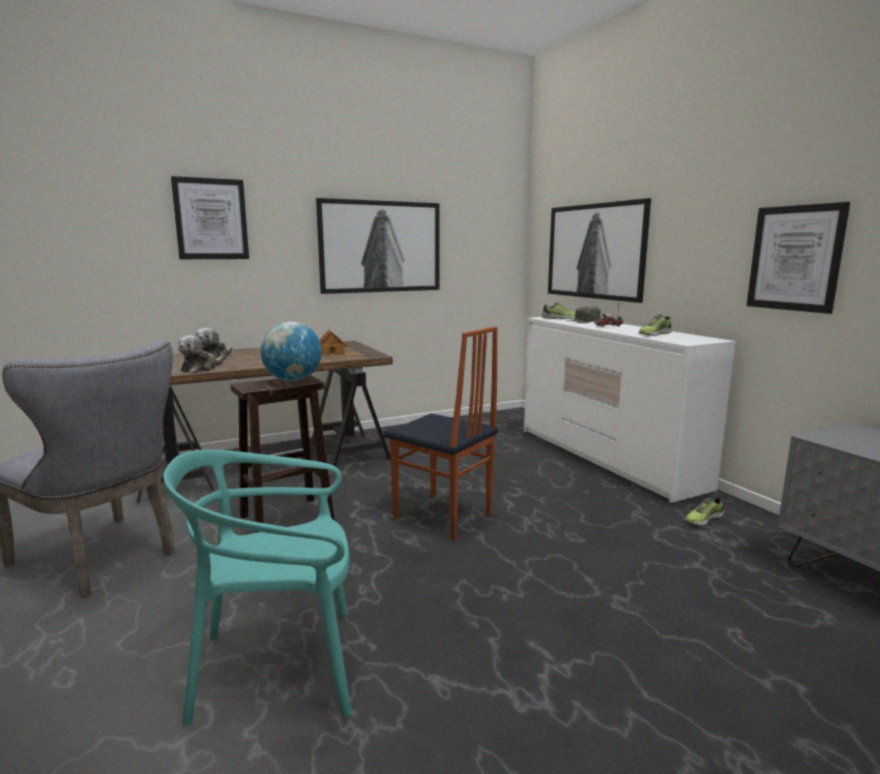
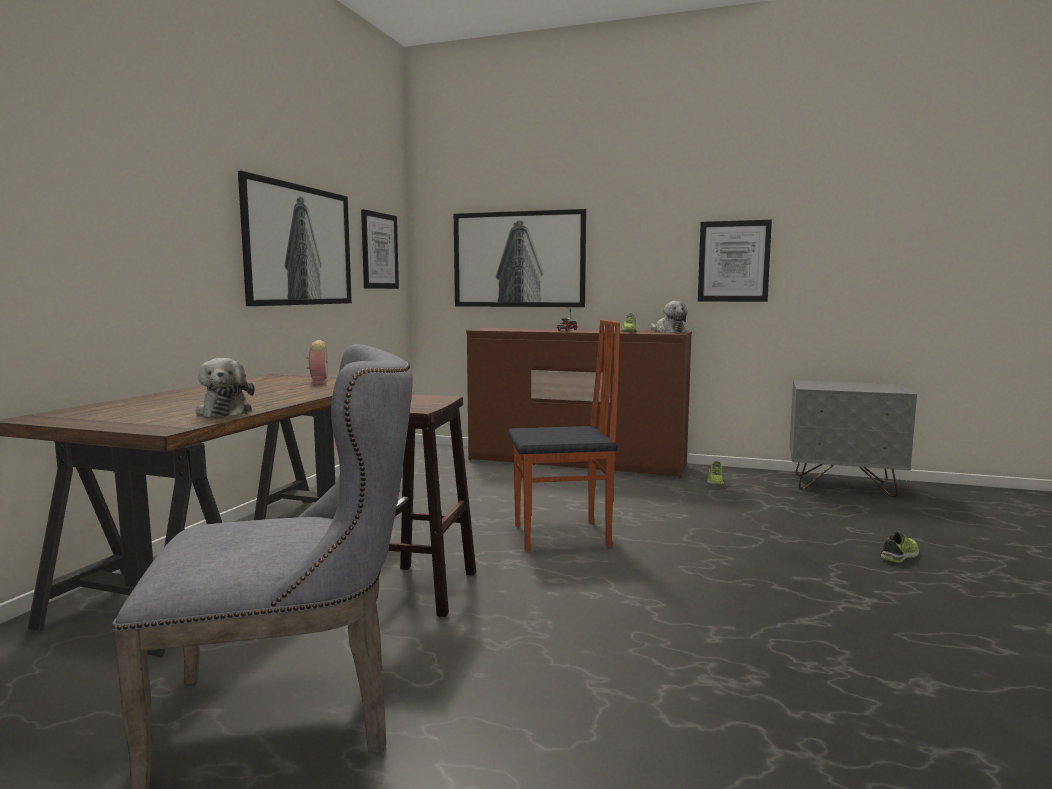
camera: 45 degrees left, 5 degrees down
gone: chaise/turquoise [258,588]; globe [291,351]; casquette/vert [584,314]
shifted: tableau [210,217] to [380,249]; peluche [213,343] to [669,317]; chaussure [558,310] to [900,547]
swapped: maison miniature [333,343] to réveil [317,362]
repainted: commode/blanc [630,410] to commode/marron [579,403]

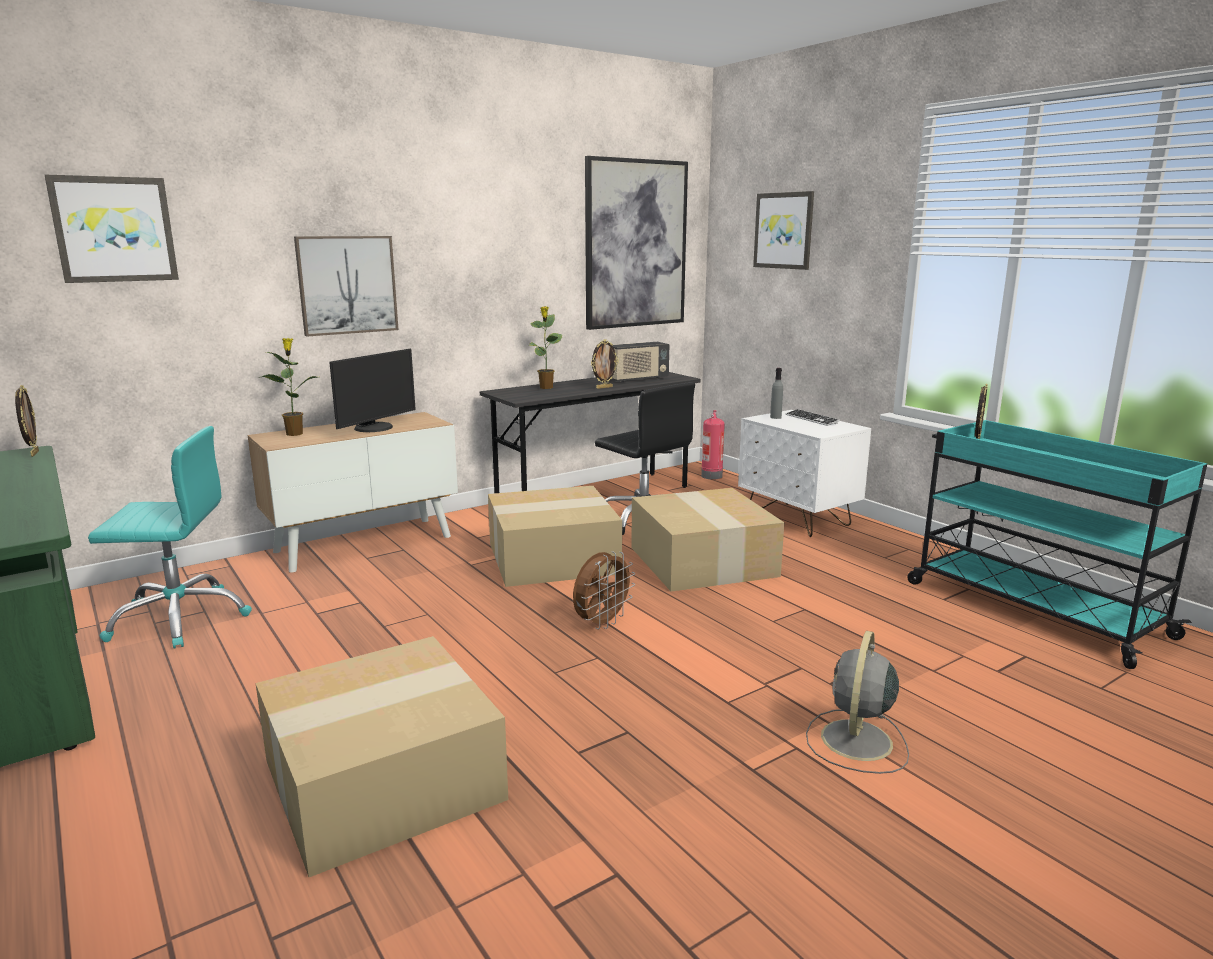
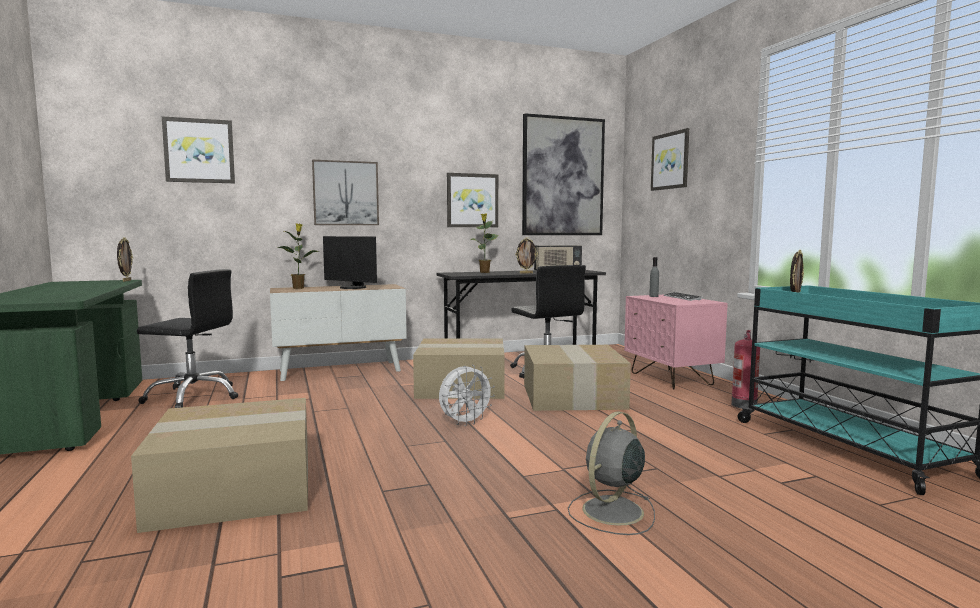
camera: 15 degrees right, 10 degrees down
new: tableau [472,200]
shifted: extincteur [713,444] to [745,369]
repainted: chaise de bureau/turquoise [170,537] to chaise de bureau/noir [187,338]; ventilateur/marron [604,590] to ventilateur/blanc [467,395]; table de chevet/blanc [804,473] to table de chevet/rose [676,341]
rotated: écran d'ordinateur [372,390] = [350,262] 75 degrees clockwise

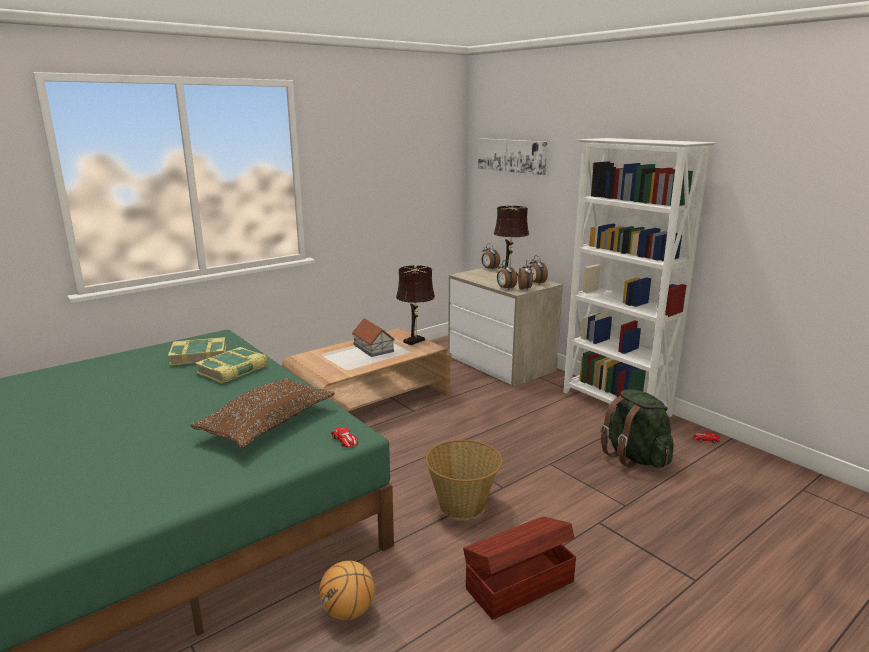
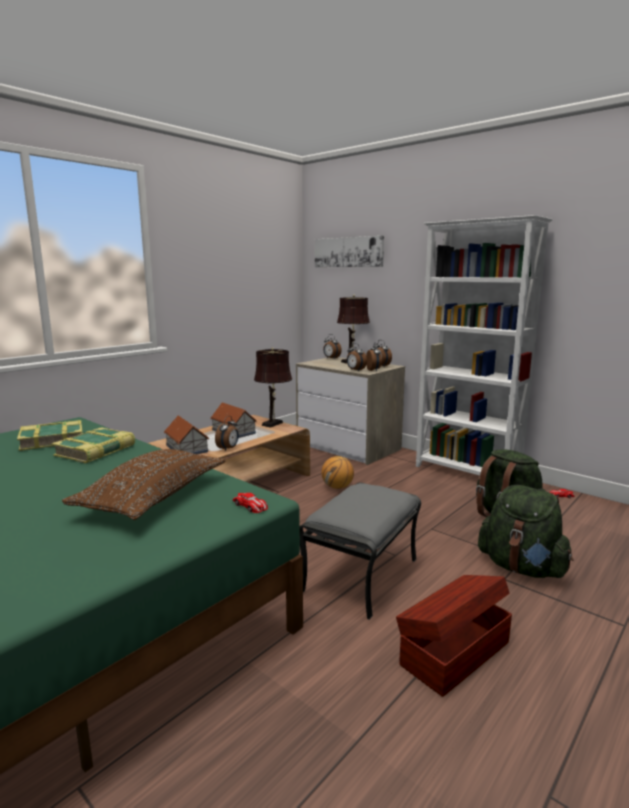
camera: 10 degrees left, 5 degrees down
new: maison miniature [186,434]; réveil [227,433]; sac à dos/vert [525,531]
shifted: ballon de basket [347,590] to [338,472]
swapped: panier [464,479] to pouf/gris [360,551]

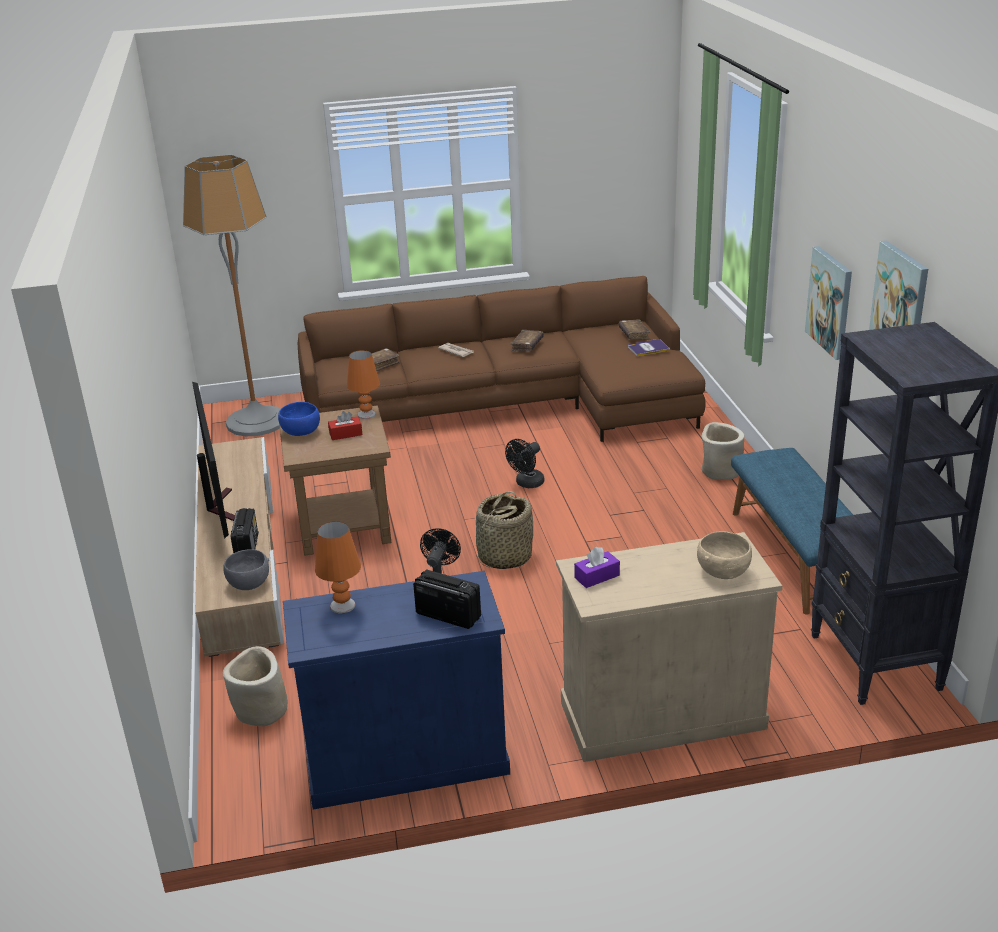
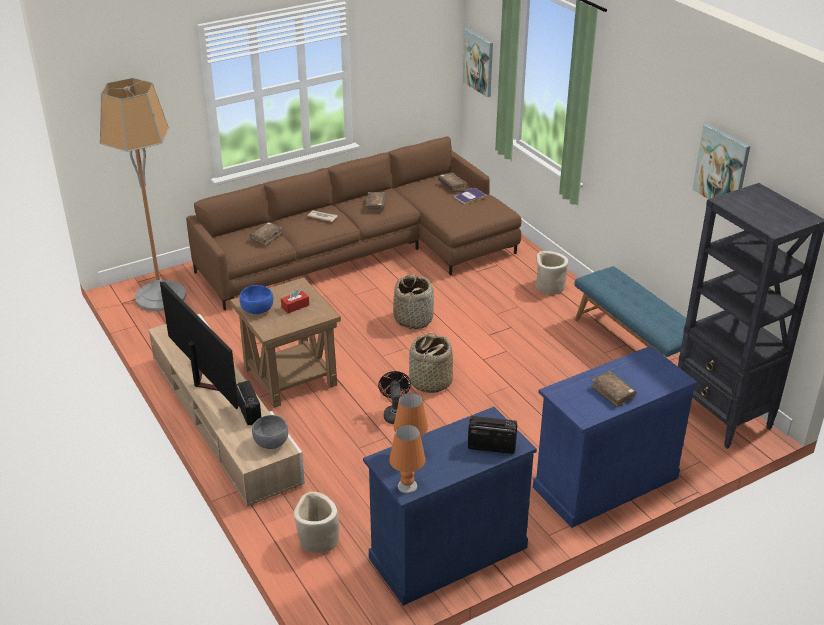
camera: 20 degrees left, 5 degrees up
gone: boîte à mouchoirs/violet [597,567]; bol/beige [724,555]
new: livre/marron [614,389]
shifted: lampe de table/orange [363,384] to [407,459]; tableau [828,303] to [478,63]
swapped: ventilateur/noir [524,463] to panier [413,301]
repainted: meuble de rangement/beige [669,647] to meuble de rangement/bleu [615,437]

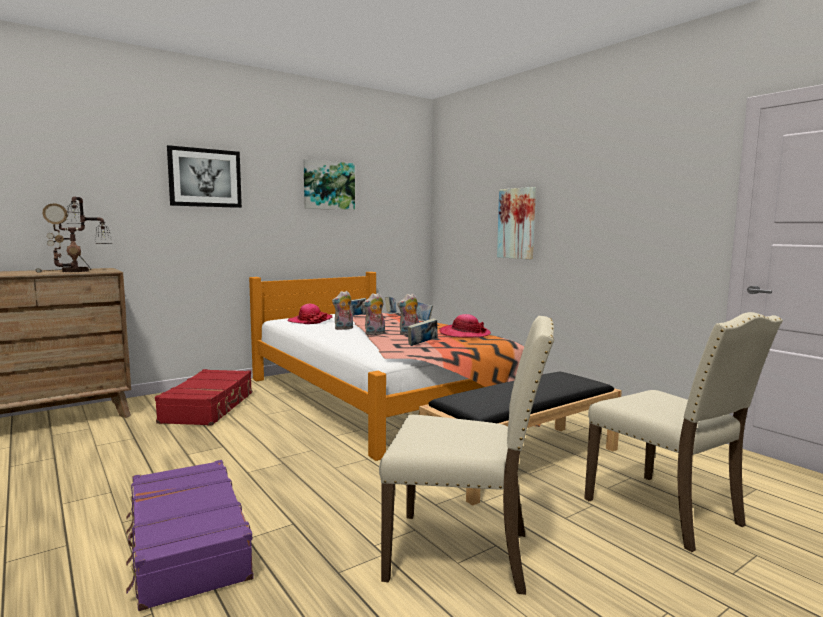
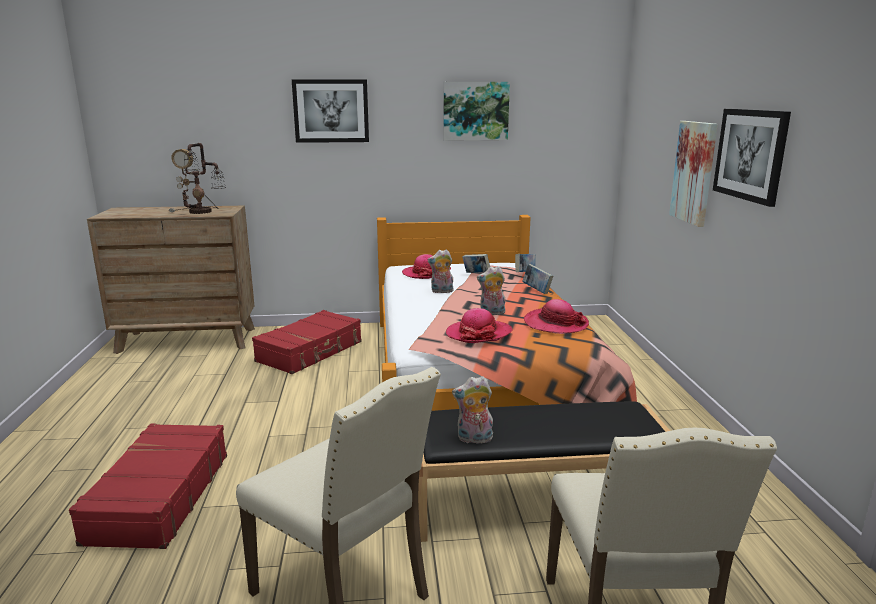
camera: 30 degrees right, 10 degrees up
new: tableau [752,158]
shifted: peluche [373,314] to [472,410]
swapped: livre [422,332] to chapeau [479,325]
repainted: valise/violet [190,535] to valise/rouge [148,486]

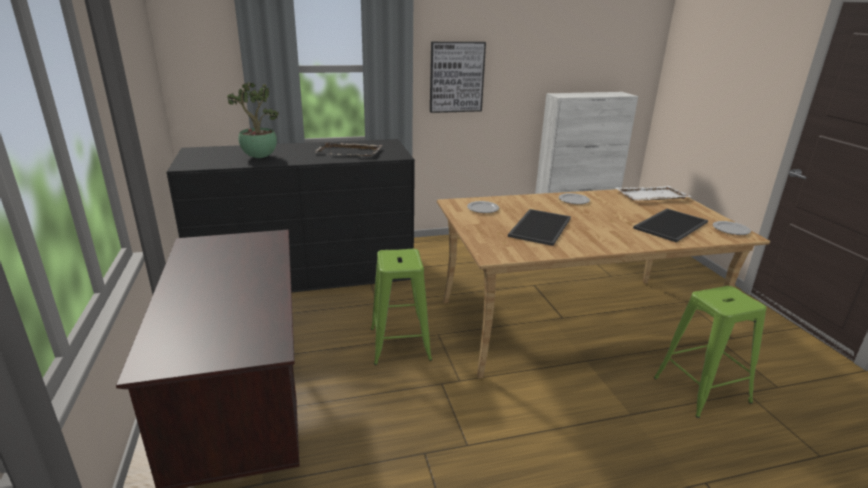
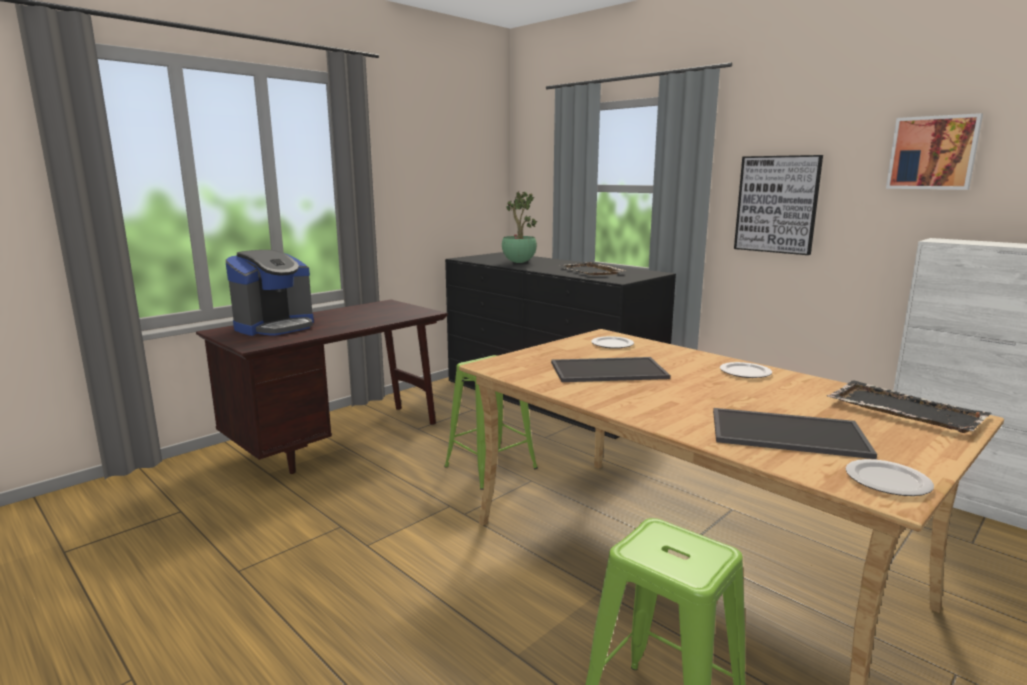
camera: 60 degrees right, 10 degrees down
new: machine à café [270,293]; tableau [934,151]
repainted: plateau/blanc [653,193] to plateau/noir [909,407]

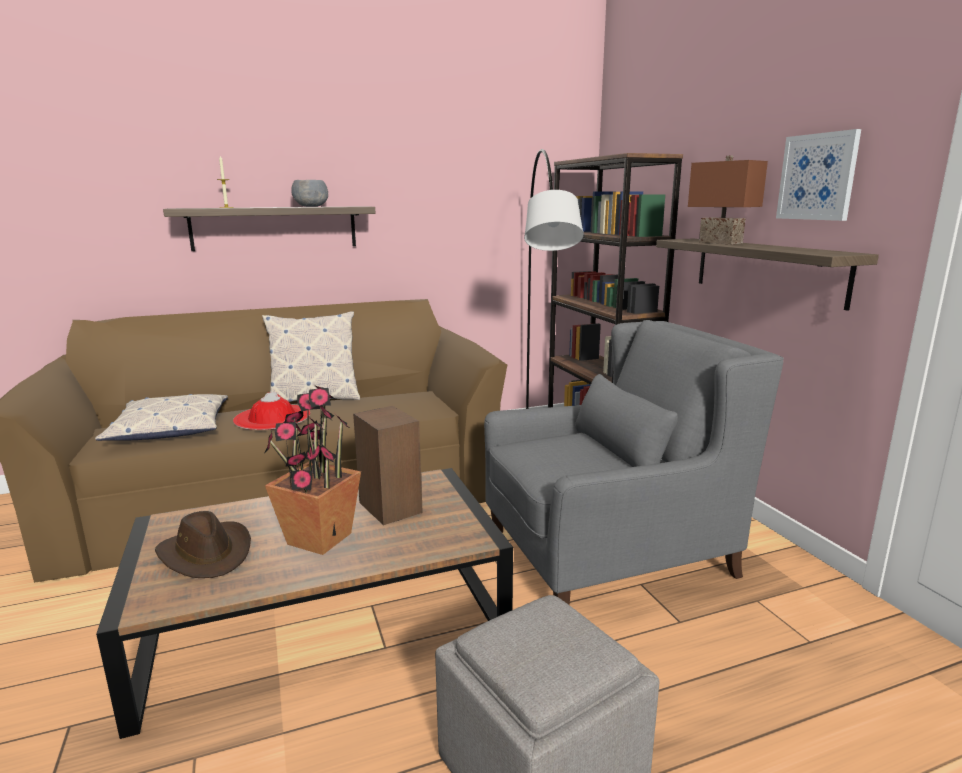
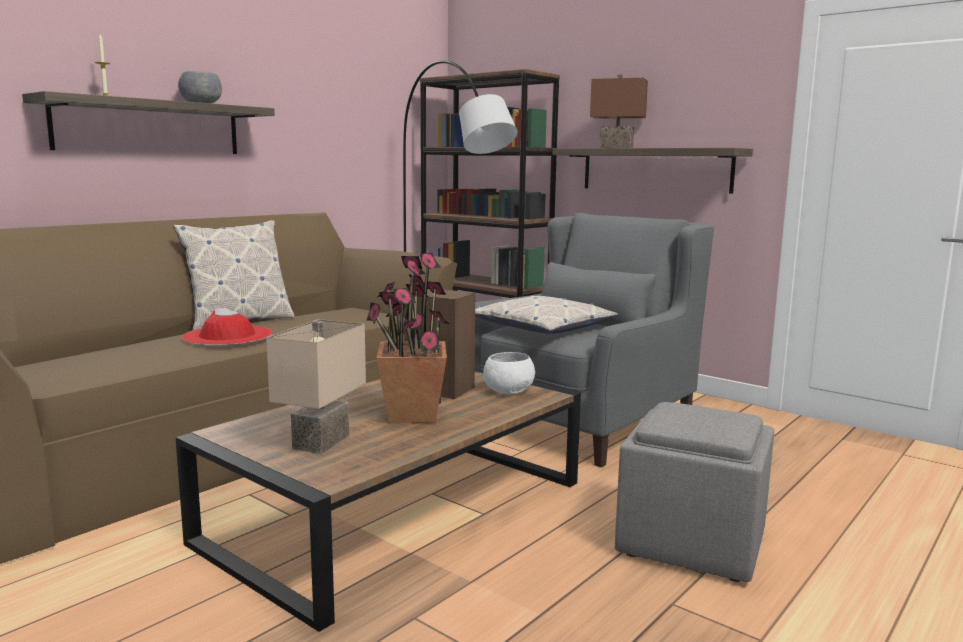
camera: 30 degrees left, 5 degrees down
gone: tableau [818,175]
new: bol/blanc [509,373]
shifted: coussin [161,417] to [546,314]
swapped: chapeau/marron [203,544] to lampe de table/beige [316,386]

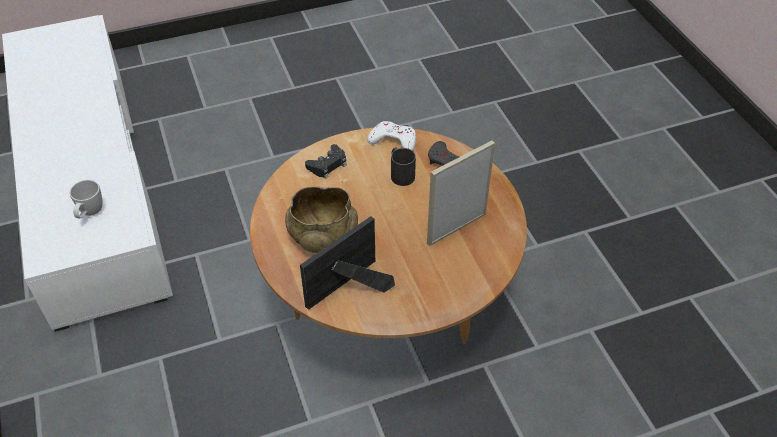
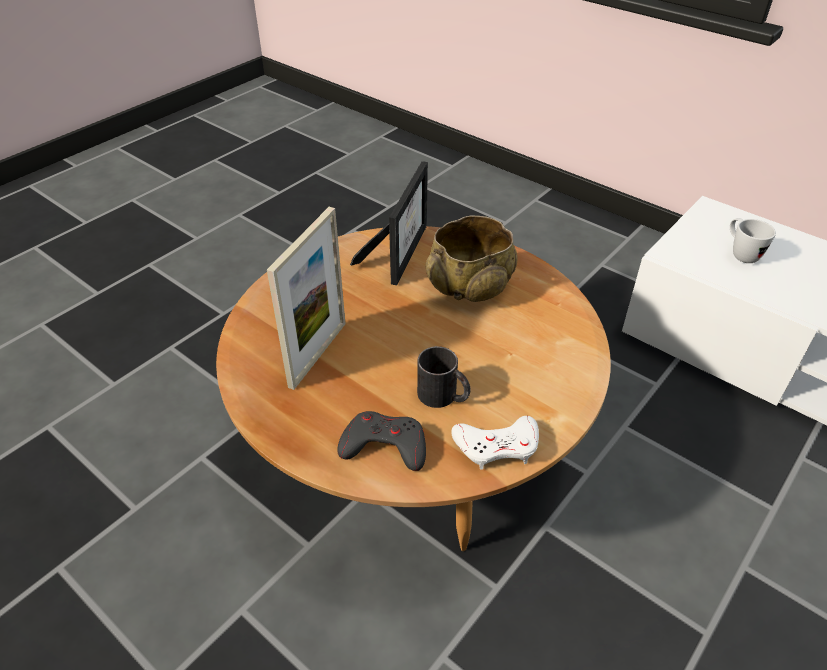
camera: 150 degrees right, 5 degrees down
gone: manette/noir [326,161]

